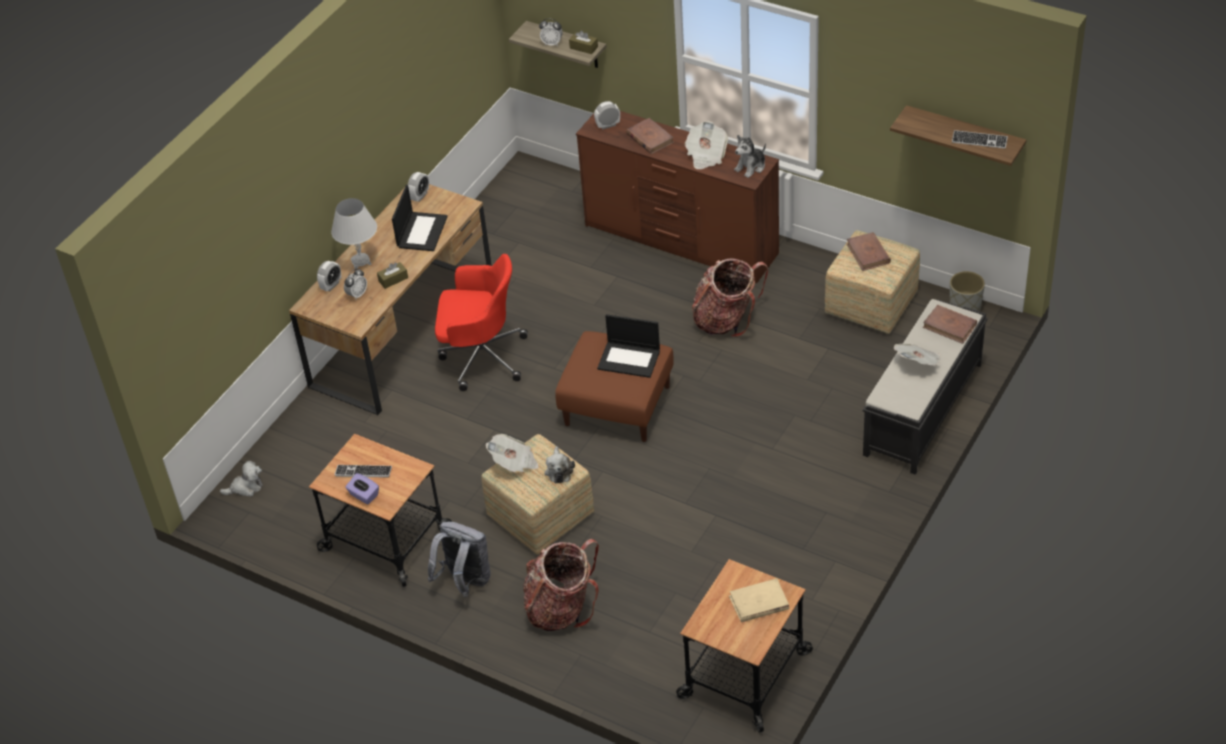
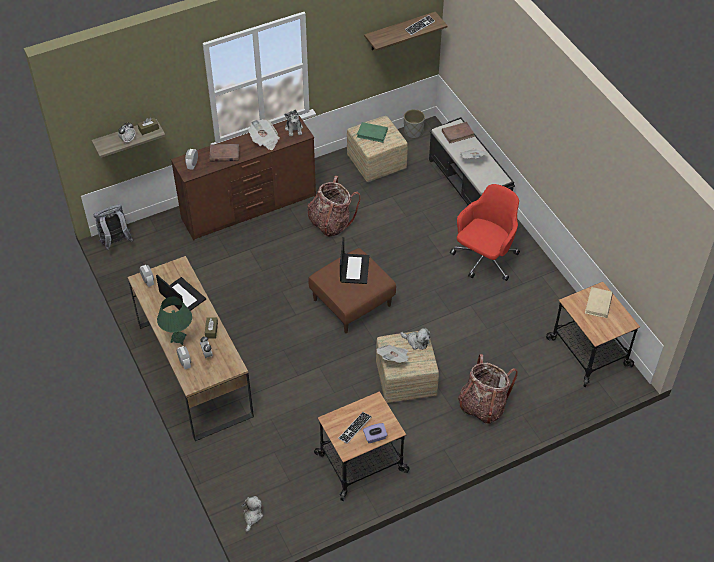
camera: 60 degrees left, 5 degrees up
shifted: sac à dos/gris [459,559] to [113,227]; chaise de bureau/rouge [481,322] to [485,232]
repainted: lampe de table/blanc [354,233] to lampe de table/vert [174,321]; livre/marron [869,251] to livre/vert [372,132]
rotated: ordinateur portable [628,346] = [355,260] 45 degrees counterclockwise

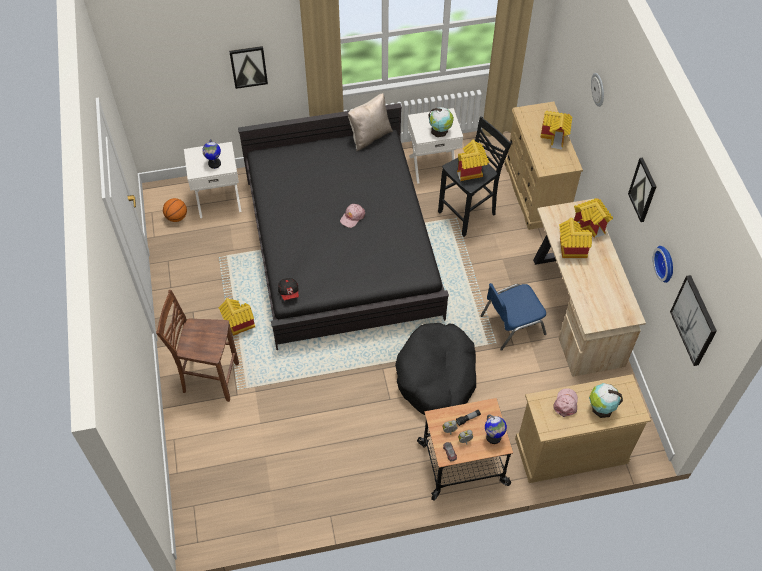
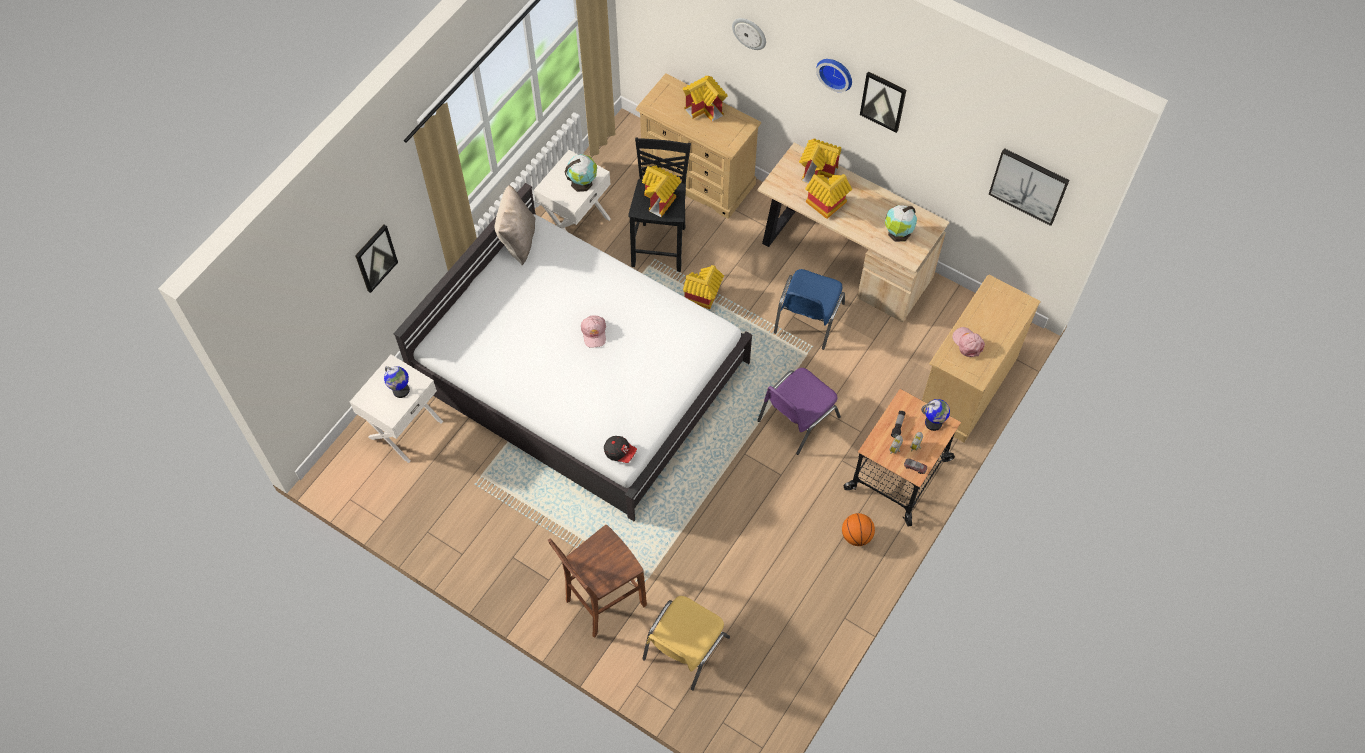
camera: 45 degrees left, 5 degrees up
new: chaise/jaune [686,643]
shifted: ballon de basket [175,210] to [858,529]; maison miniature [237,317] to [703,287]; globe [606,400] to [901,223]; horloge murale [663,264] to [834,75]
swapped: panier pour chien/noir [435,369] to chaise/violet [799,411]
repainted: lit/noir [343,226] to lit/blanc [572,352]

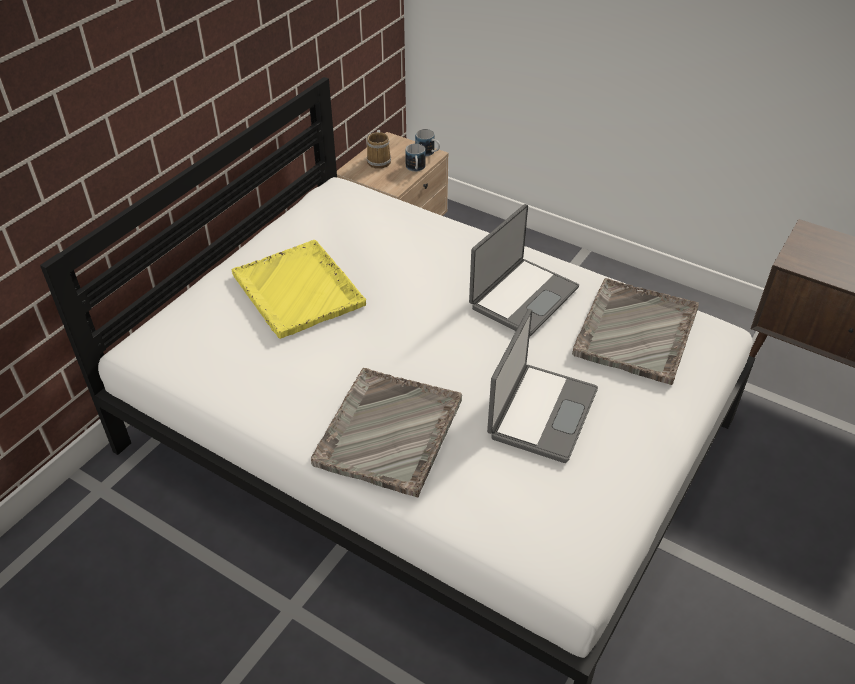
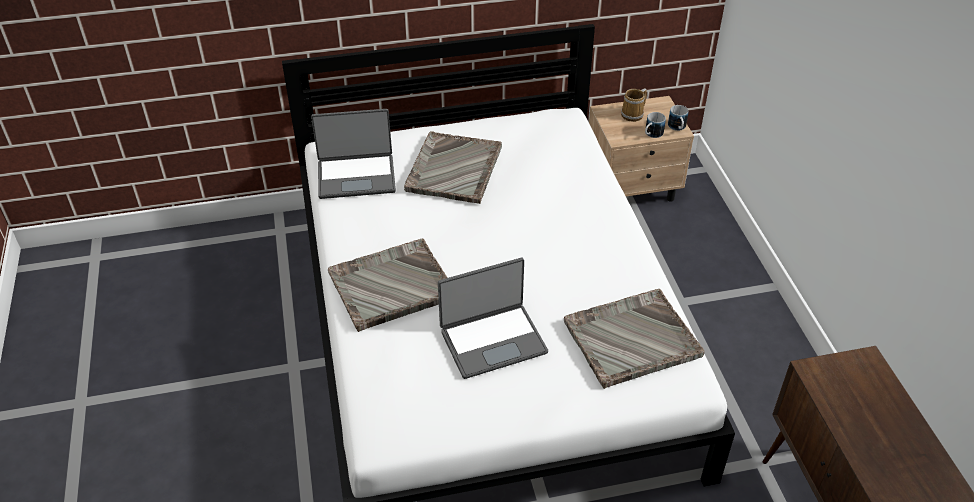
camera: 45 degrees right, 0 degrees up
shifted: ordinateur portable [524,270] to [353,154]
repainted: plateau/jaune [299,289] to plateau/gris [453,167]

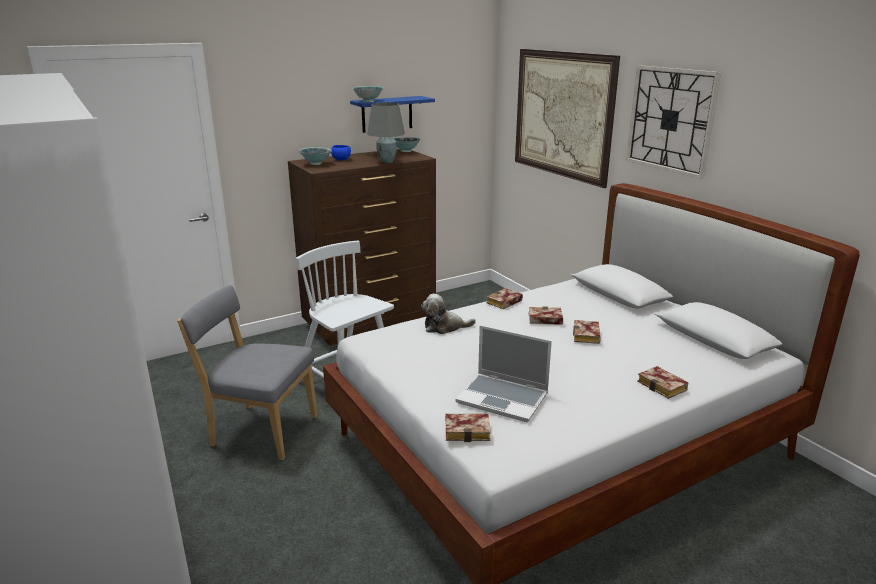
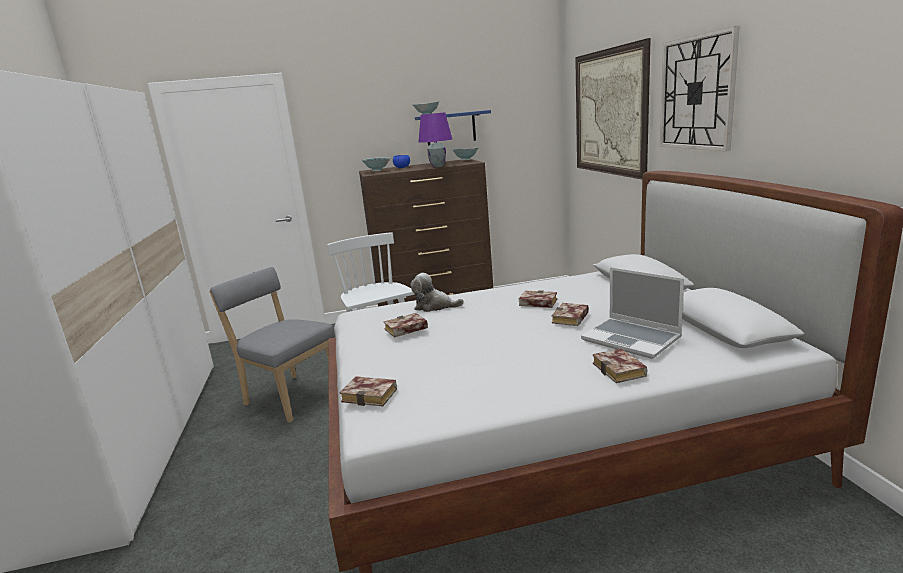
camera: 20 degrees right, 5 degrees down
shifted: ordinateur portable [504,373] to [632,313]; livre [504,298] to [406,325]
repainted: lampe de table/gris [386,133] to lampe de table/violet [435,139]

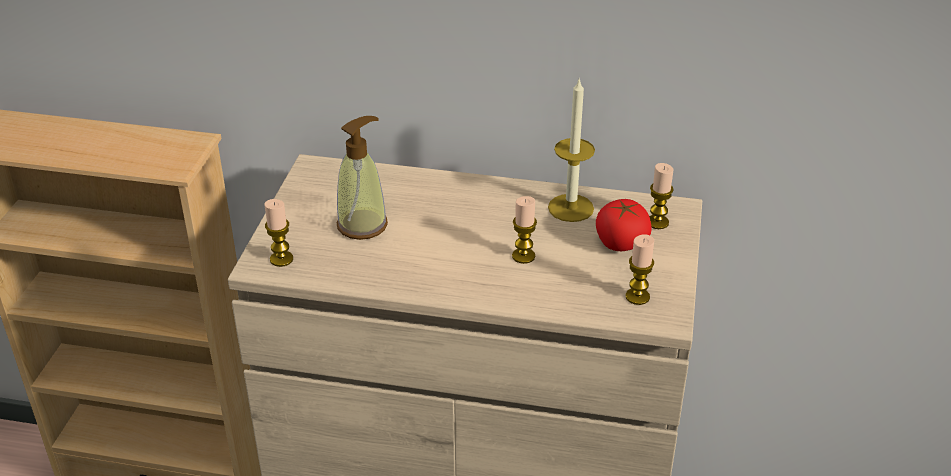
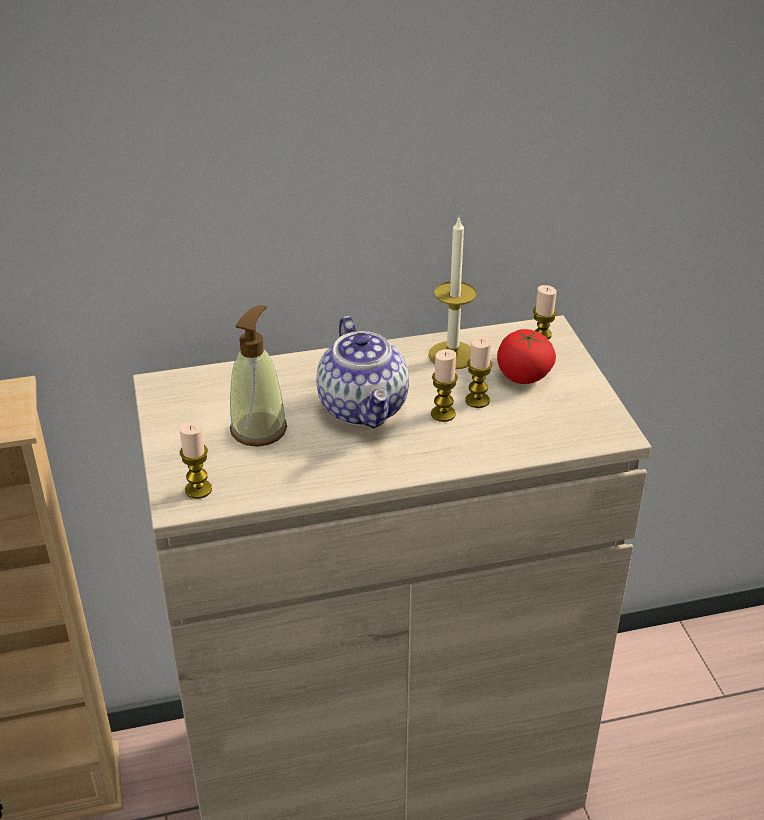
camera: 25 degrees left, 0 degrees up
new: théière [362,372]
shifted: bougie [640,269] to [479,371]

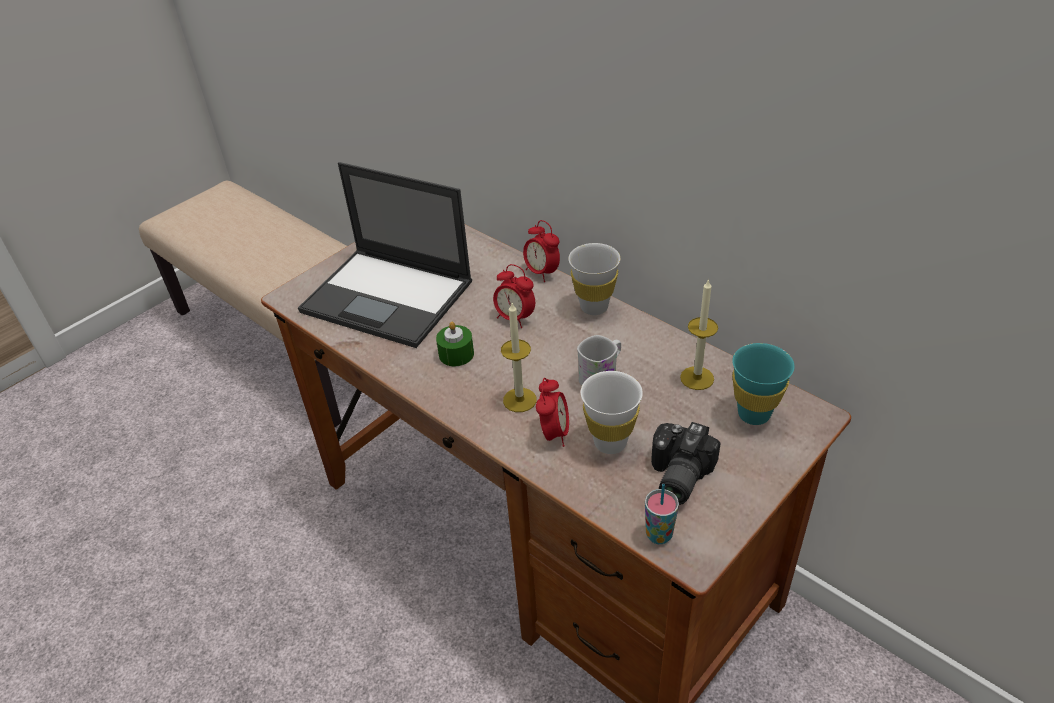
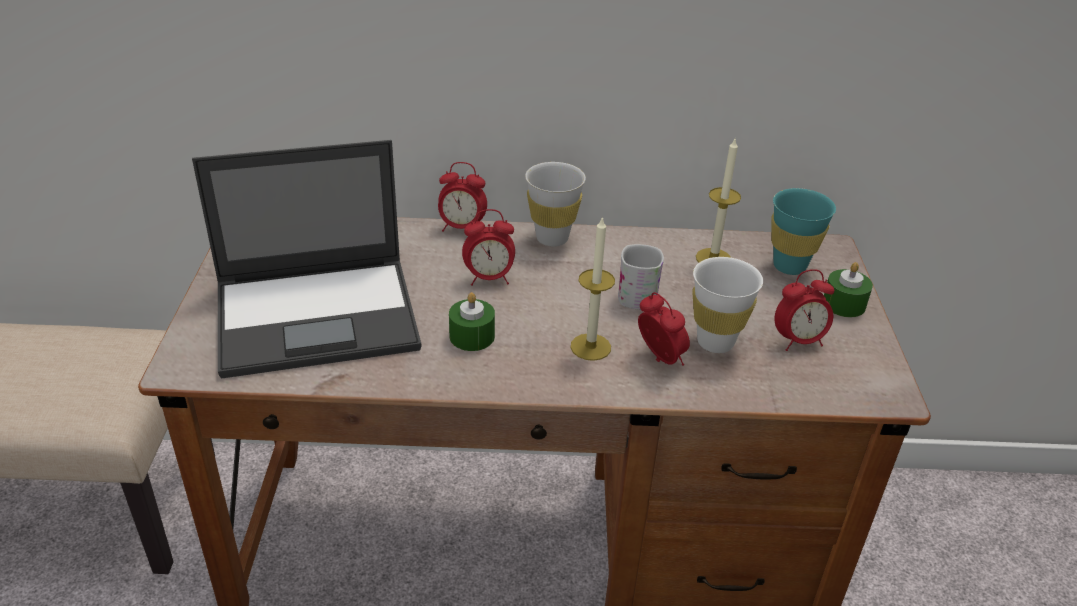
camera: 45 degrees left, 5 degrees down
gone: tasse [662,514]
new: bougie/vert [848,289]
swapped: appareil photo [686,463] to réveil [804,310]

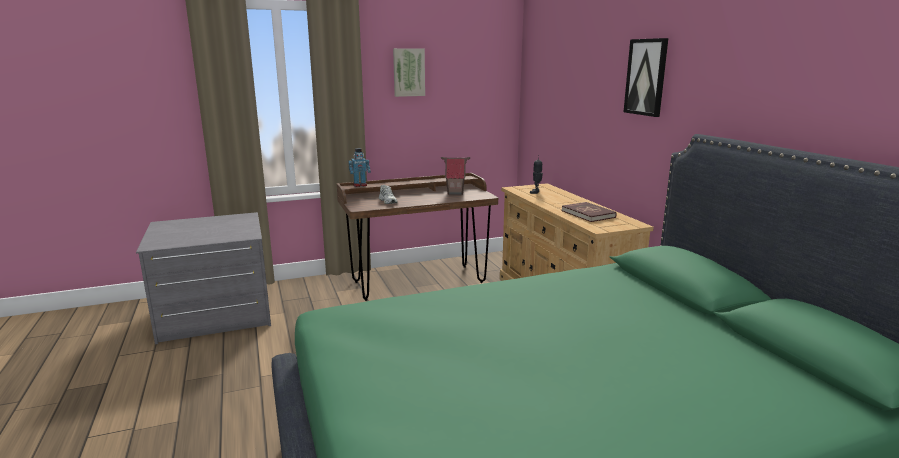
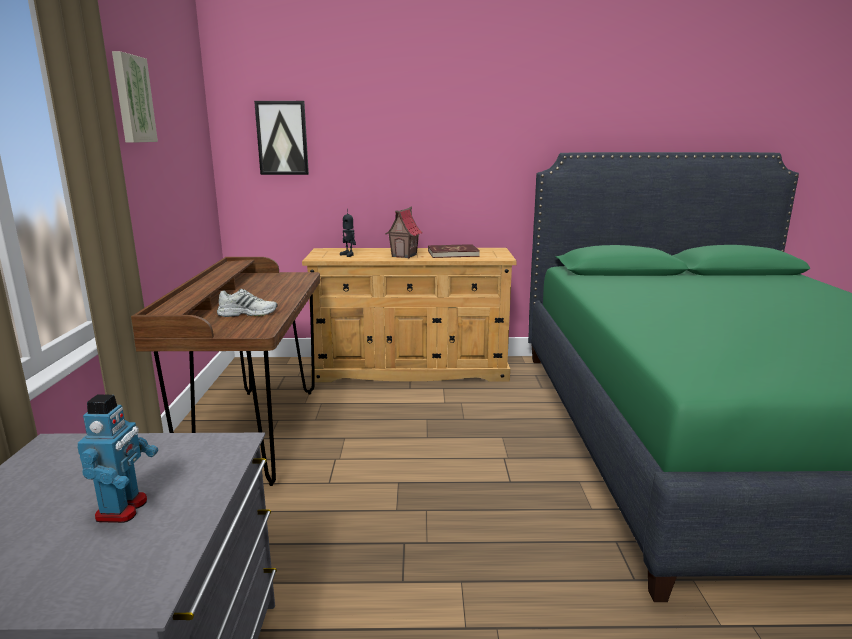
camera: 70 degrees left, 0 degrees up
shifted: robot jouet [360,167] to [117,458]; maison miniature [455,176] to [404,232]; tableau [646,77] to [281,138]

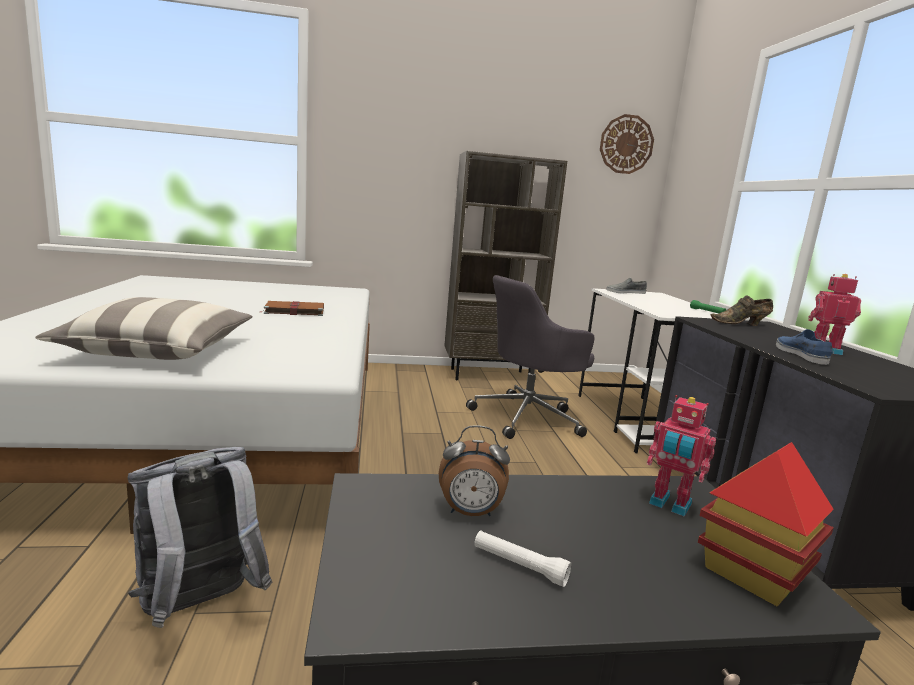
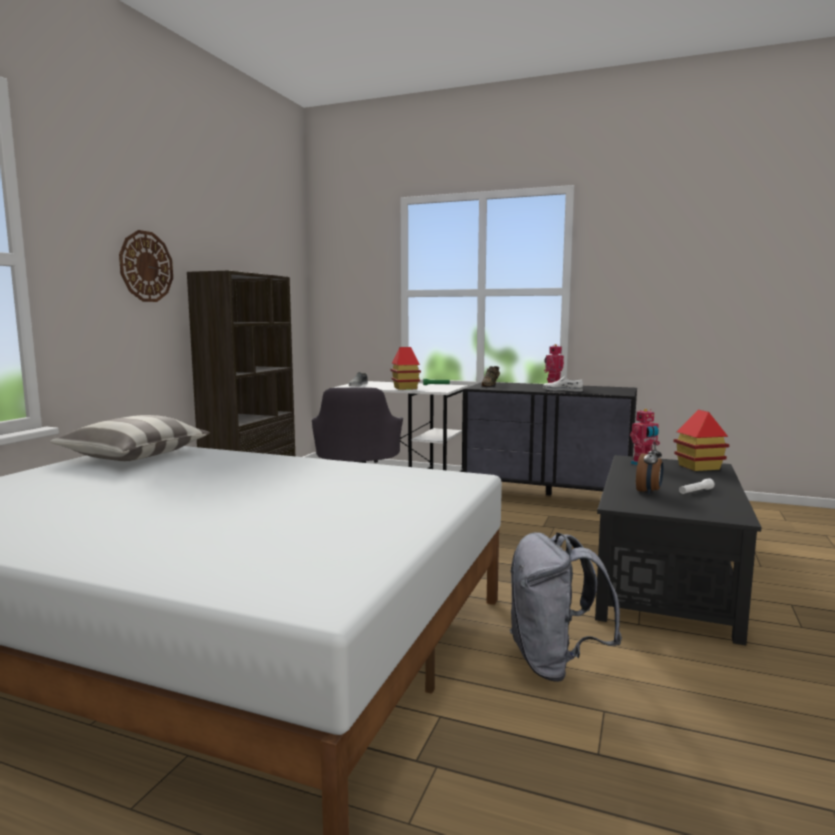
camera: 60 degrees left, 5 degrees down
gone: livre/marron [292,308]
new: maison miniature [406,368]
shifted: coussin [143,328] to [130,438]; horloge murale [627,144] to [146,266]
repainted: chaussure/bleu [804,347] to chaussure/blanc [563,384]

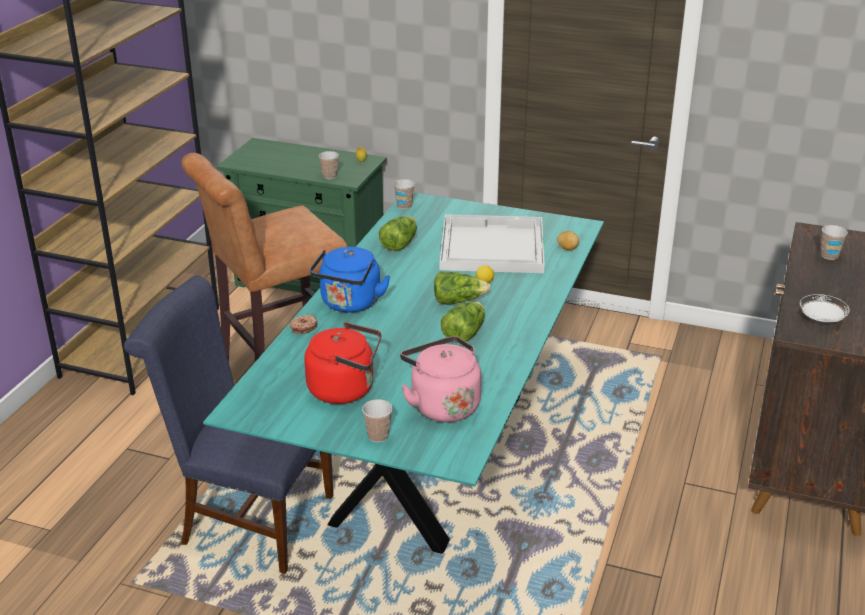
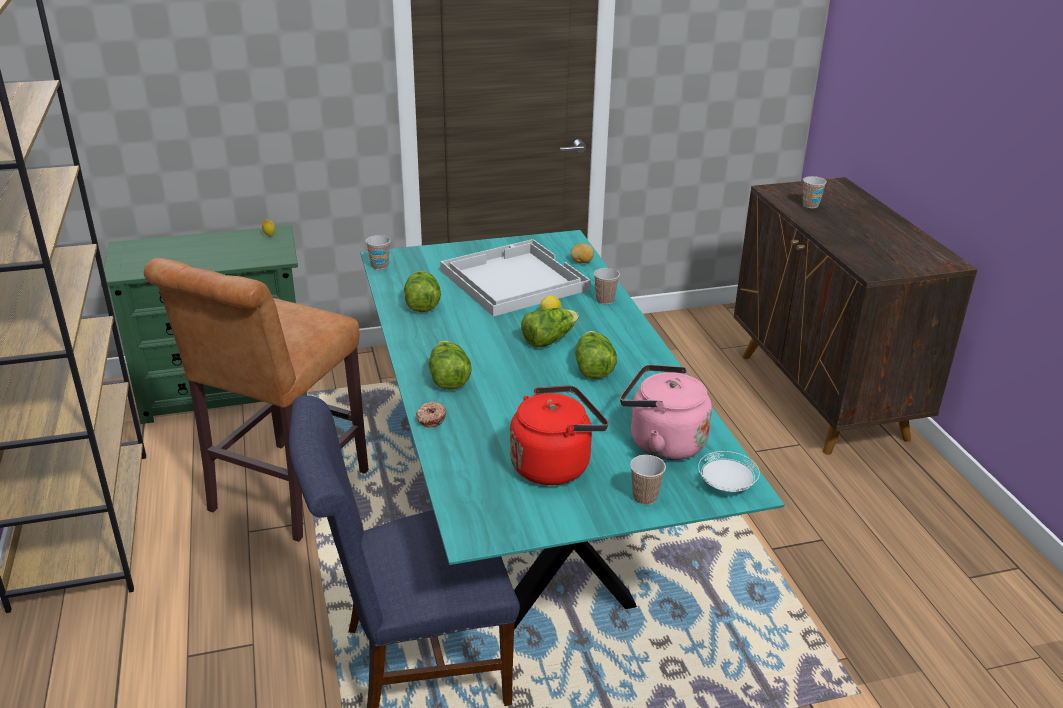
camera: 35 degrees left, 0 degrees up
shifted: tasse [329,165] to [607,286]; assiette/blanc [825,308] to [729,471]
swapped: bouilloire/bleu [350,280] to laitue [450,365]

